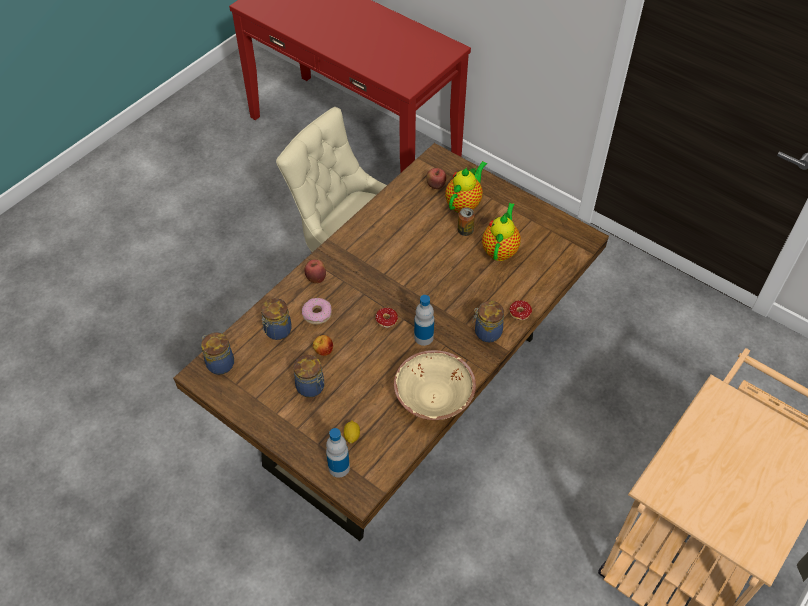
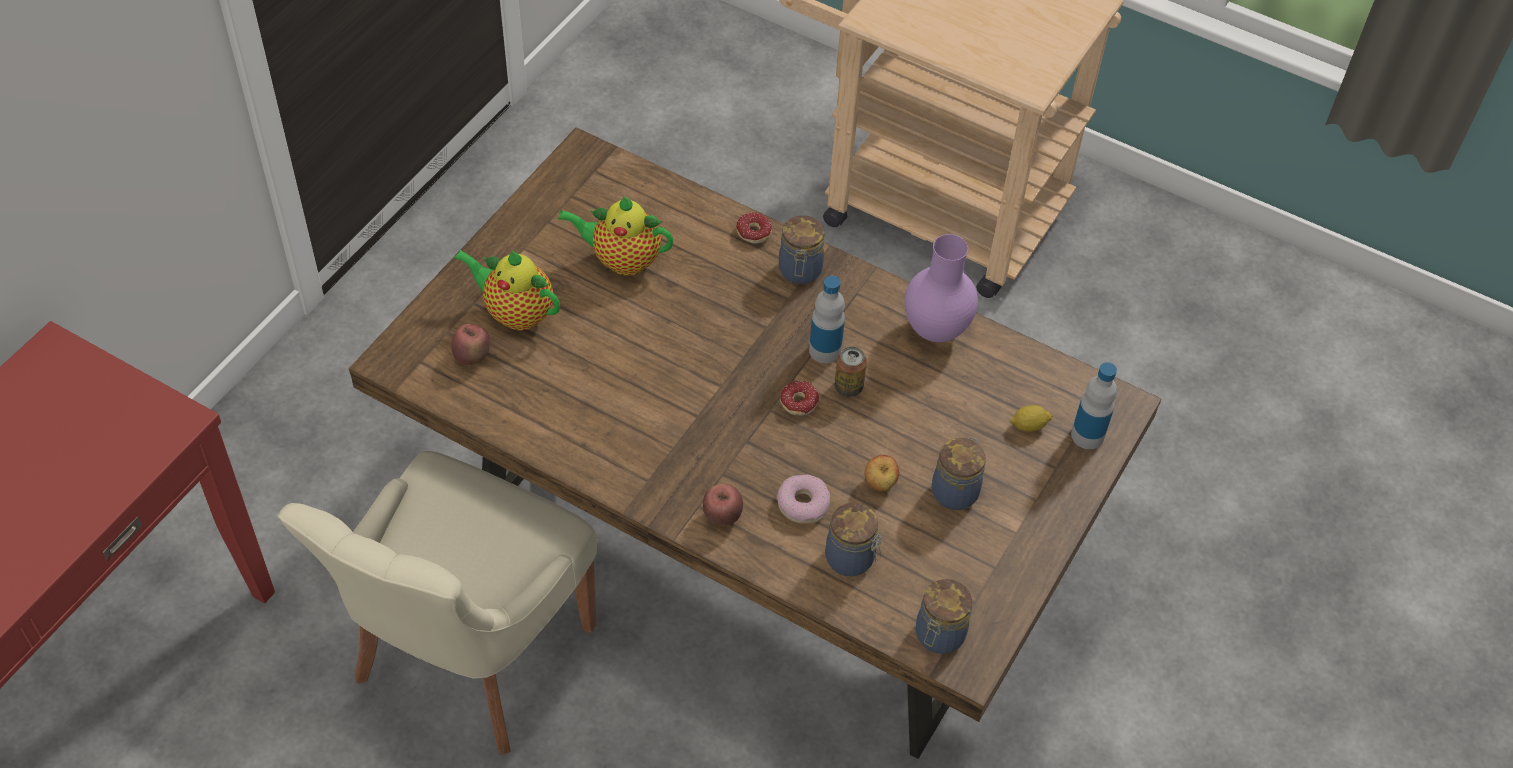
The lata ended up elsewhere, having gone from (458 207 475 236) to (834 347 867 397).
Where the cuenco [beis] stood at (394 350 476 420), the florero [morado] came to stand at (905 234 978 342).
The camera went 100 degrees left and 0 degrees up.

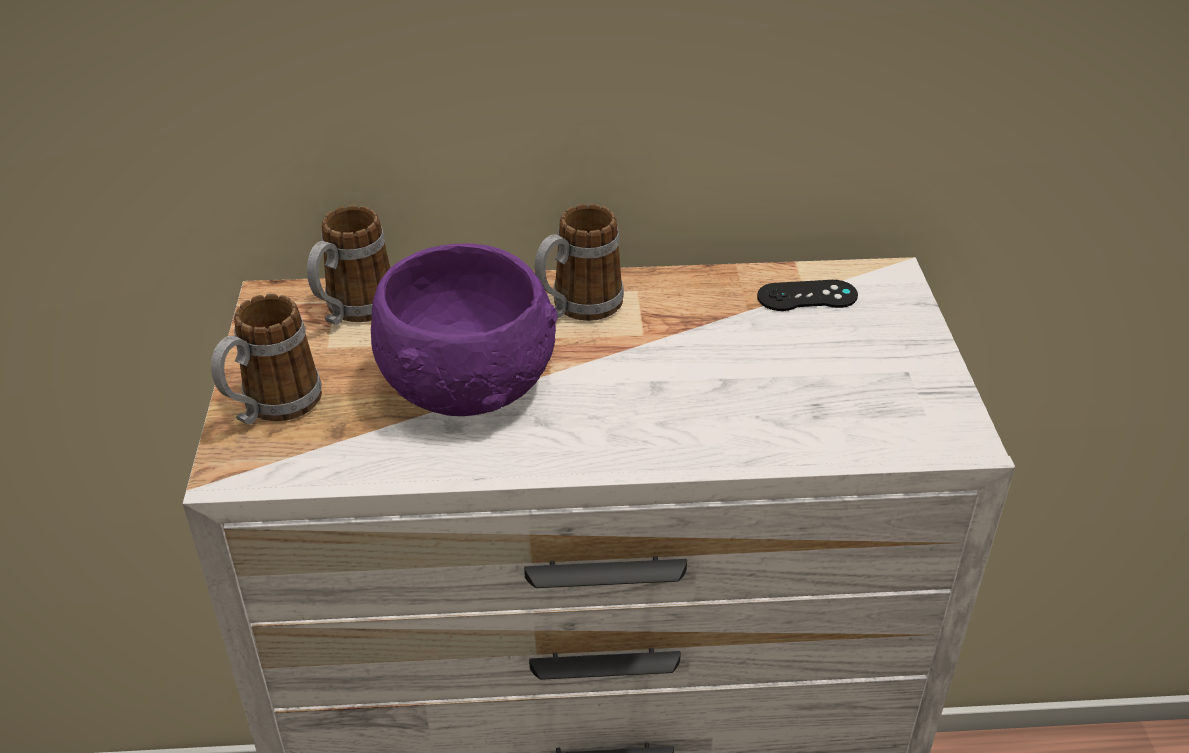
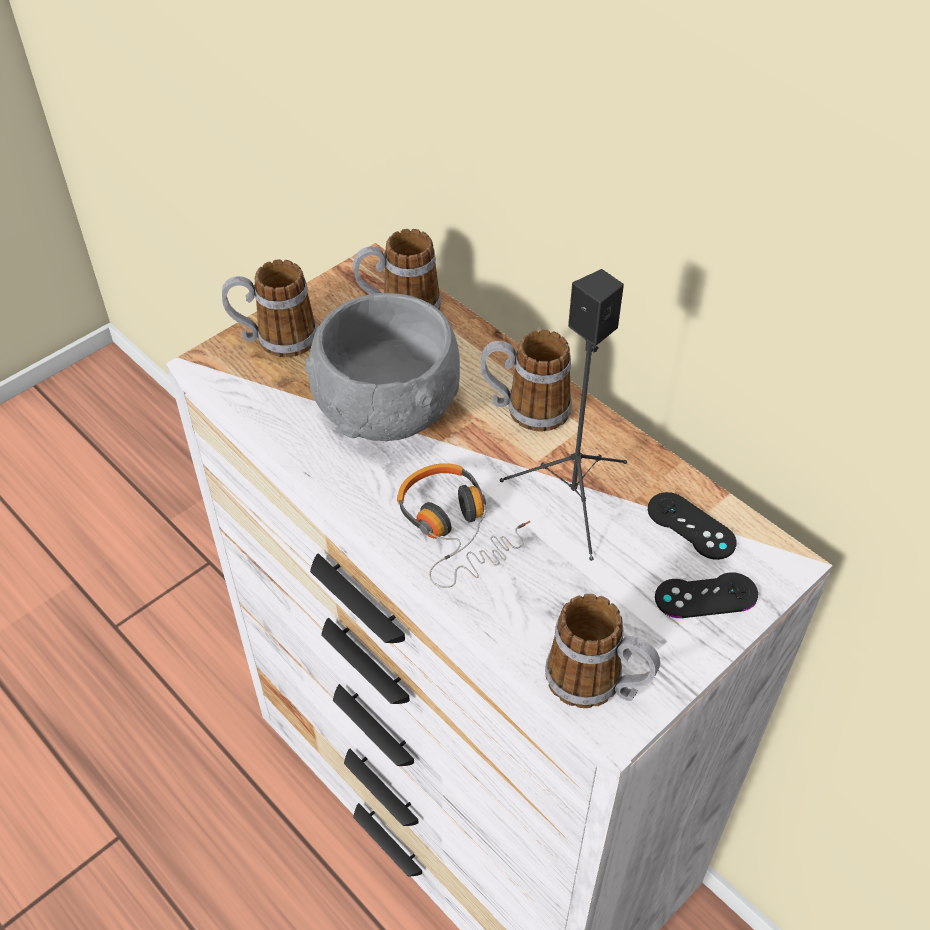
The second view gained the auriculares at (397 463 530 588).
The second view gained the altavoz [negro] at (500 269 627 561).
The second view gained the taza grande at (545 594 660 708).
The second view gained the mando de consola [negro] at (655 572 758 618).
What was the cuenco [morado] at (371 243 557 416) turned into the cuenco [gris] at (305 293 460 441).
The camera went 50 degrees right and 10 degrees up.

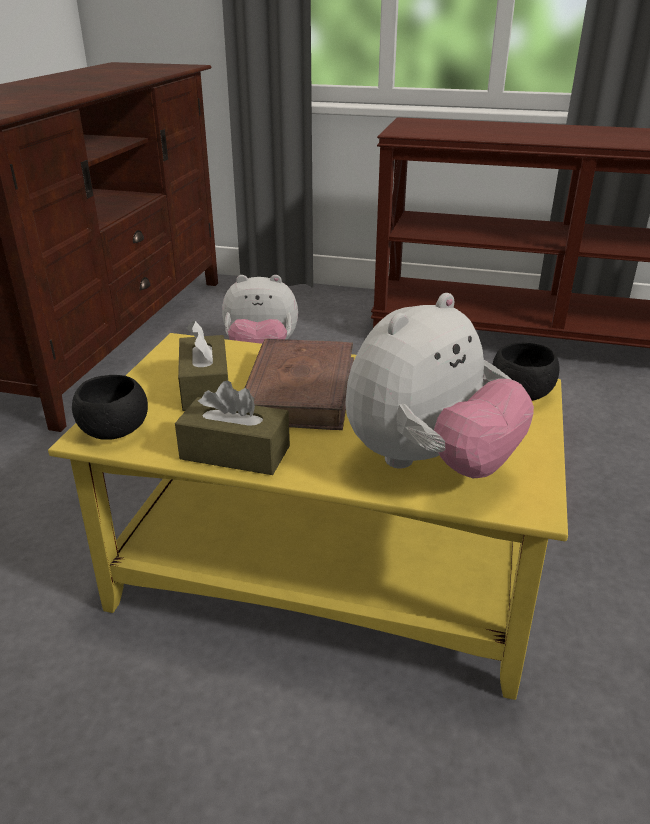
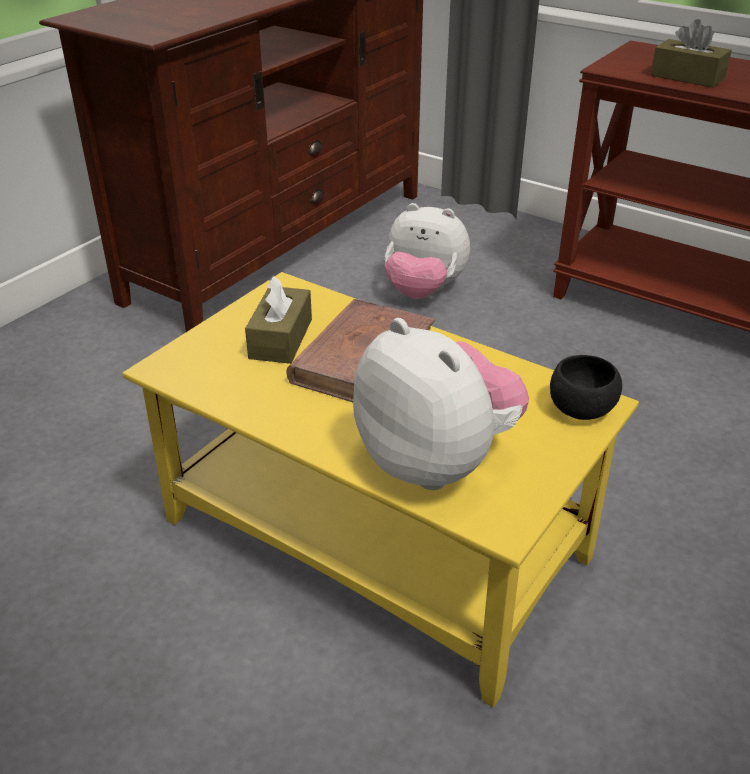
The second view lost the cuenco [negro] at (72 375 148 440).
The caja de pañuelos [marrón] ended up elsewhere, having gone from (175 381 290 475) to (650 19 732 88).
The peluche at (345 293 534 478) ended up facing another way, 105 degrees counterclockwise from before.
The camera went 20 degrees right and 5 degrees up.

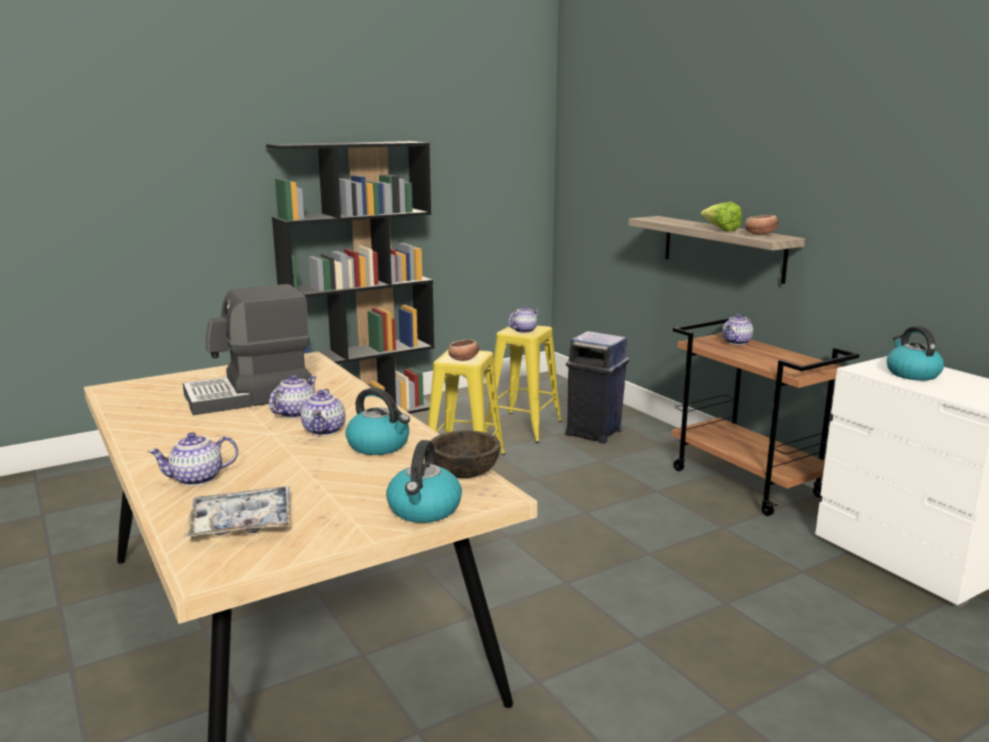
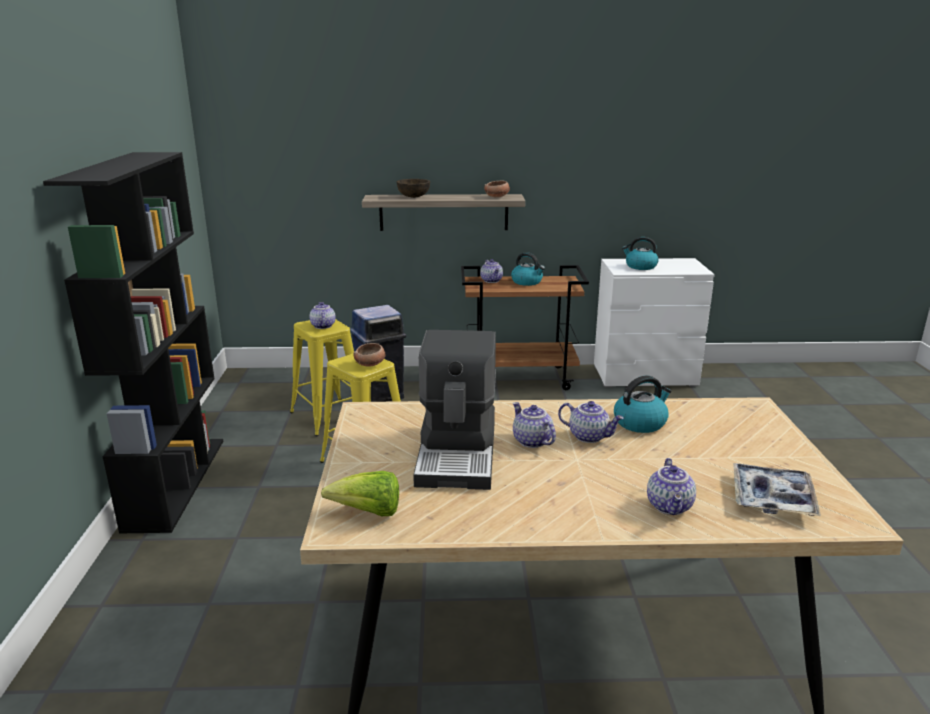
The hervidor ended up elsewhere, having gone from (386 440 462 523) to (511 252 545 286).
The cuenco [marrón] ended up elsewhere, having gone from (431 430 500 478) to (397 179 430 198).
The lechuga ended up elsewhere, having gone from (701 202 742 231) to (321 471 399 516).
The camera went 60 degrees left and 5 degrees up.

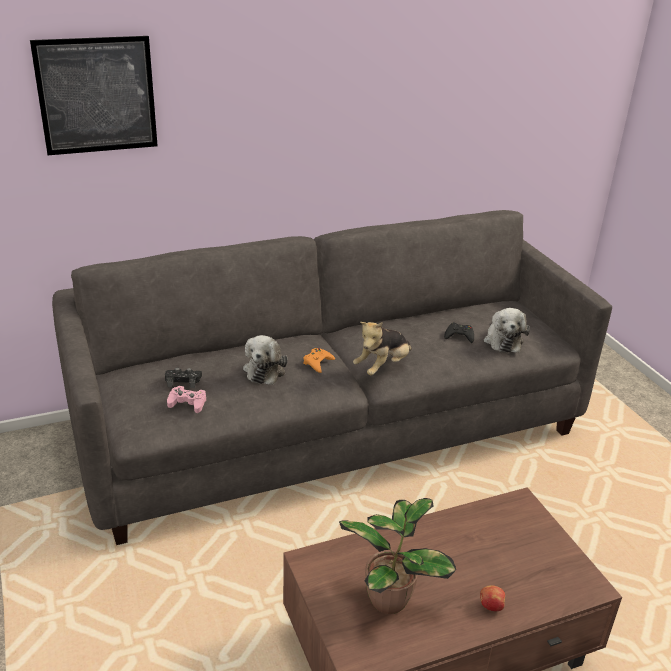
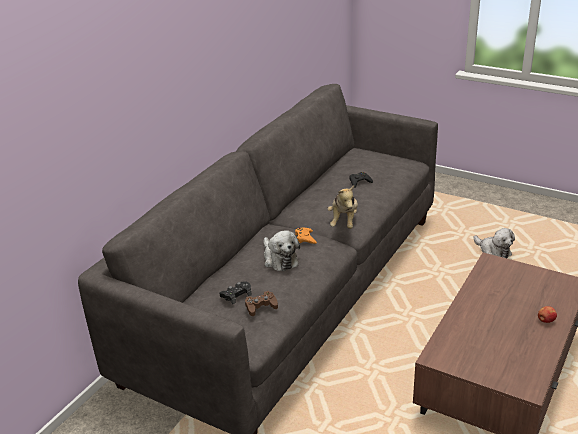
The second view lost the cuadro at (30 36 158 155).
The second view lost the planta en maceta at (339 498 456 614).
The peluche ended up elsewhere, having gone from (484 308 530 353) to (473 228 515 258).
What was the mando de consola [rosa] at (167 386 206 413) turned into the mando de consola [marrón] at (245 291 278 316).
The camera went 35 degrees left and 0 degrees up.

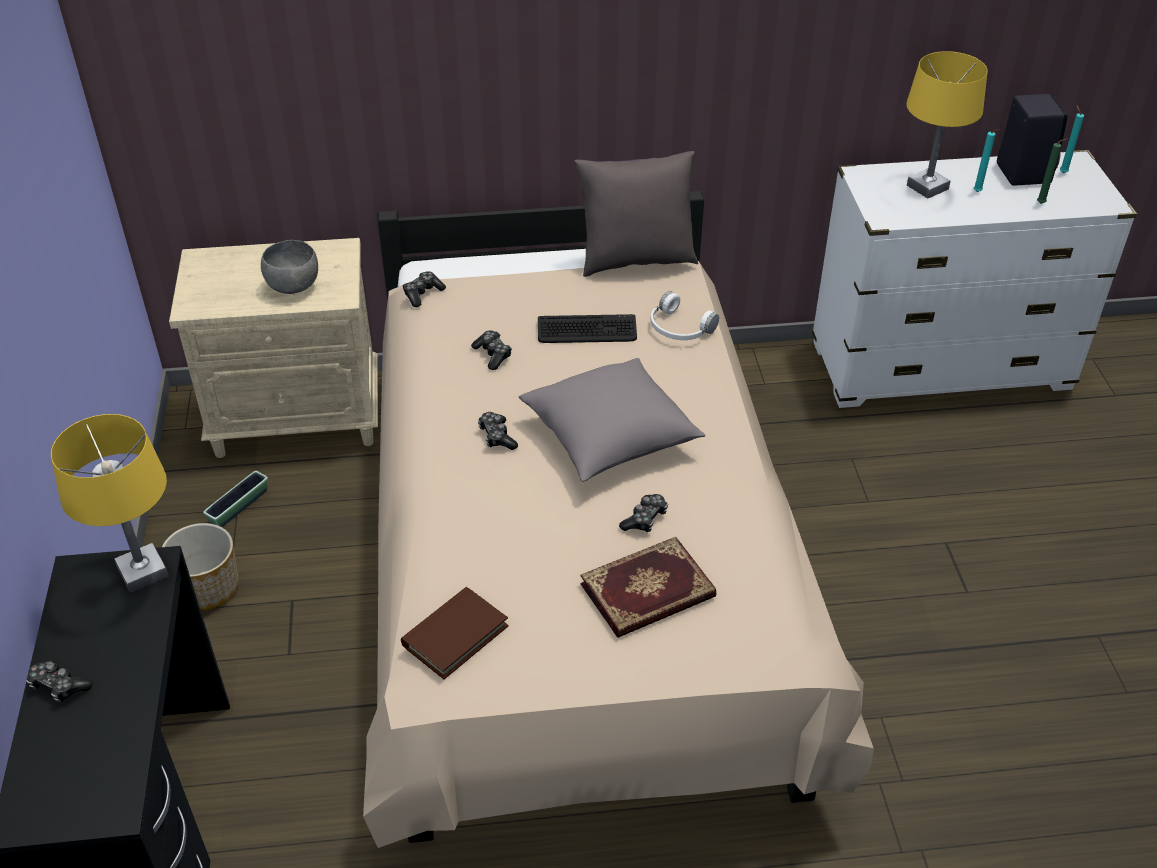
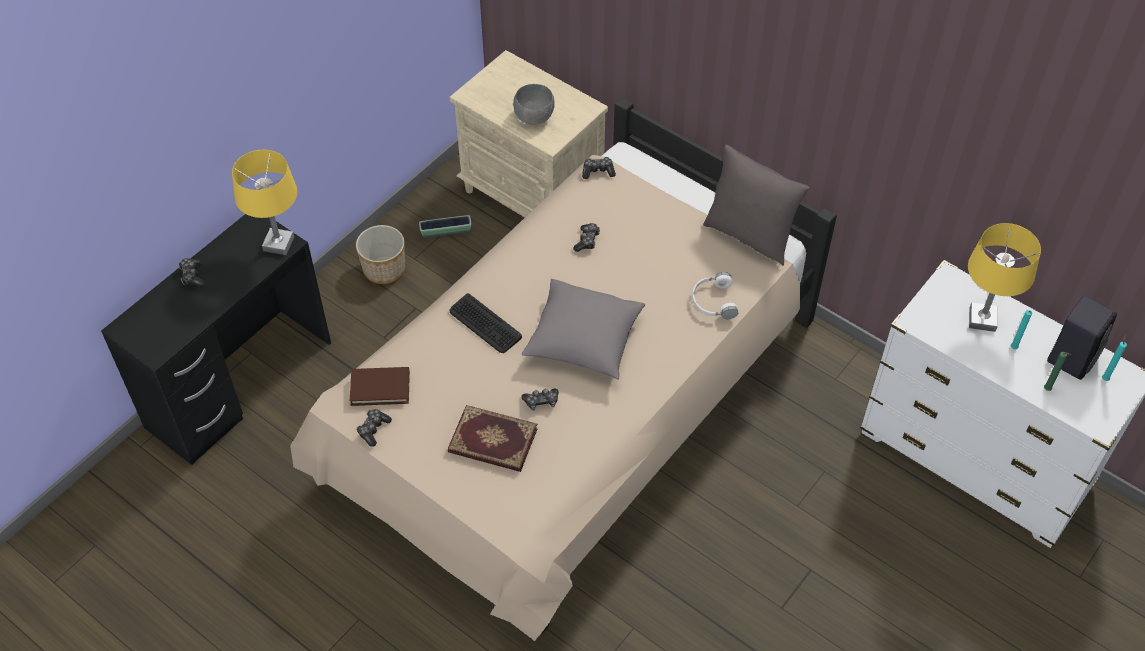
The mando de consola ended up elsewhere, having gone from (478 412 518 450) to (356 409 392 447).
The teclado ended up elsewhere, having gone from (538 314 637 343) to (450 293 522 353).
The camera went 45 degrees right and 10 degrees up.

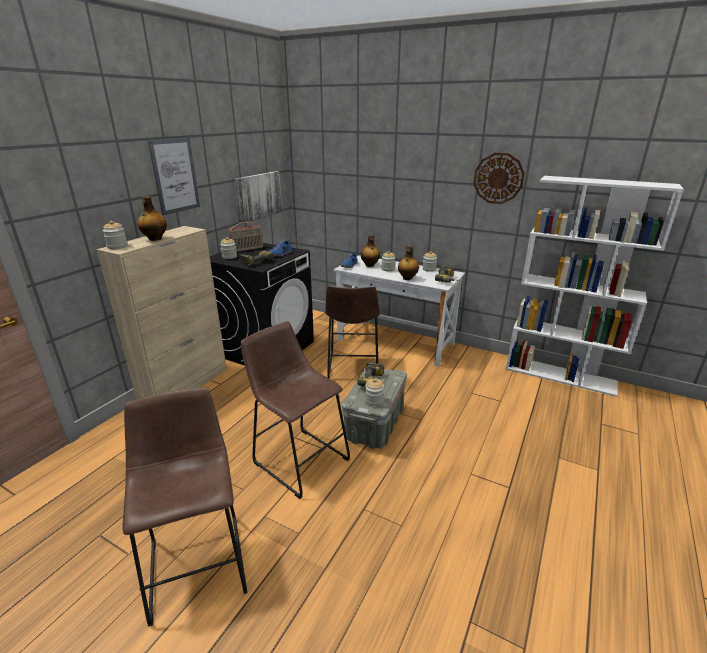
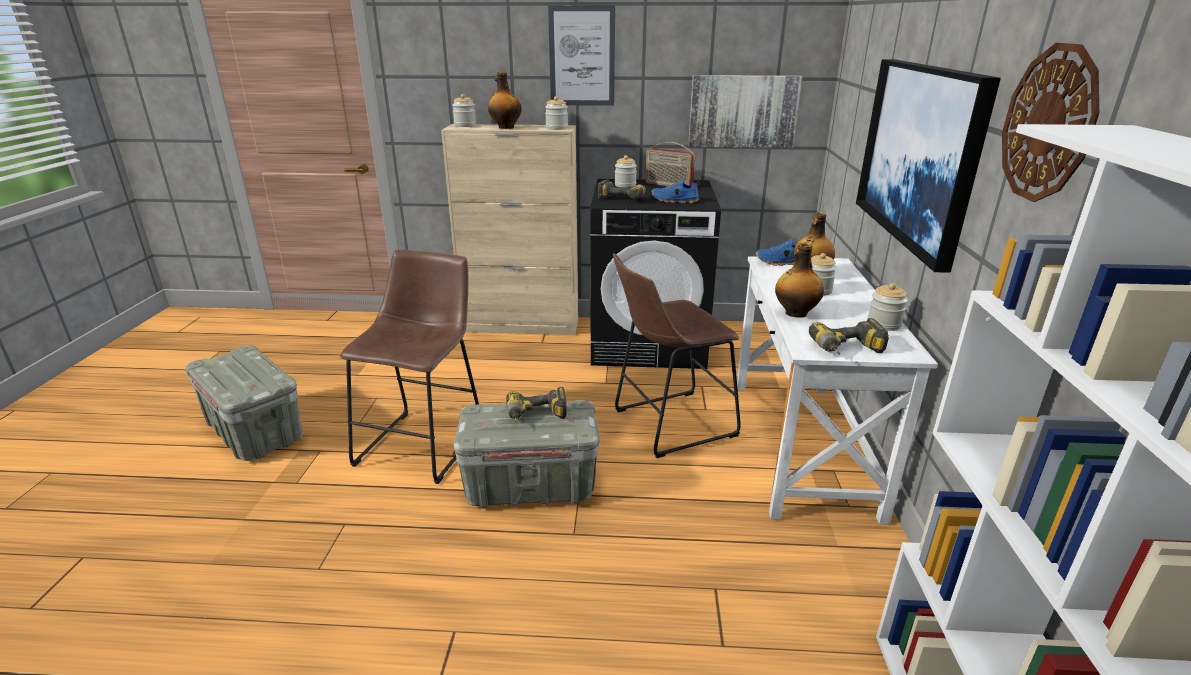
The second view gained the cuadro at (856 59 1001 273).
The tarro ended up elsewhere, having gone from (365 378 384 406) to (545 96 568 130).
Where the taburete [marrón] stood at (122 388 248 626), the caja de almacenaje [gris] came to stand at (185 345 303 461).
The camera went 65 degrees right and 0 degrees up.

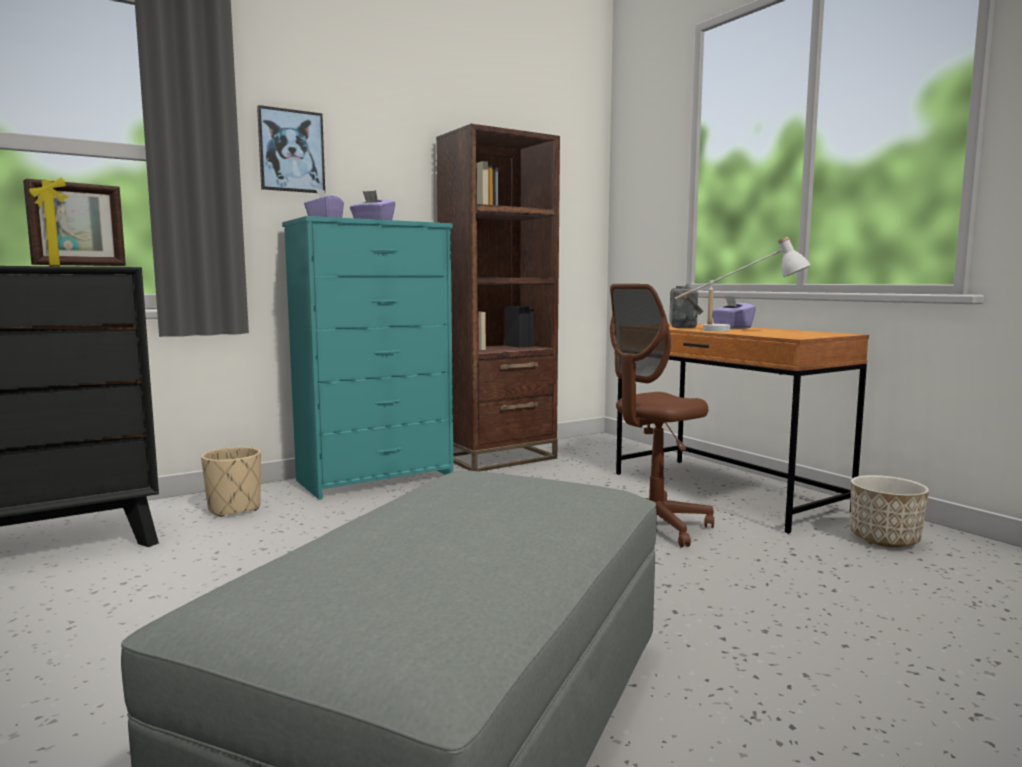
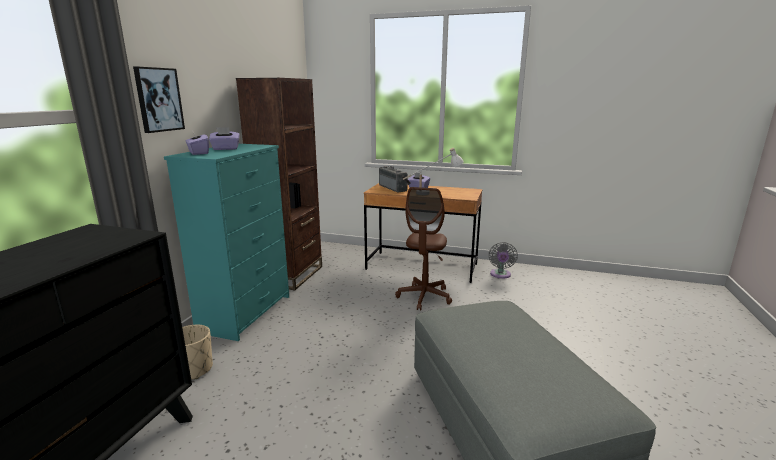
The second view lost the portarretratos at (23 178 126 266).
Where the maceta stood at (851 475 929 547), the ventilador [gris] came to stand at (489 242 518 279).
The camera went 40 degrees left and 10 degrees up.

